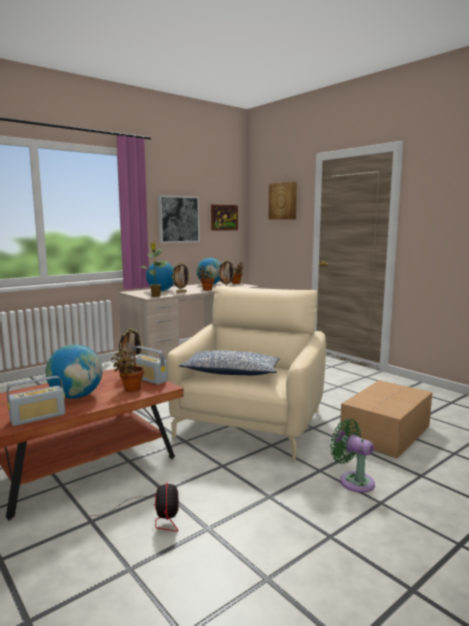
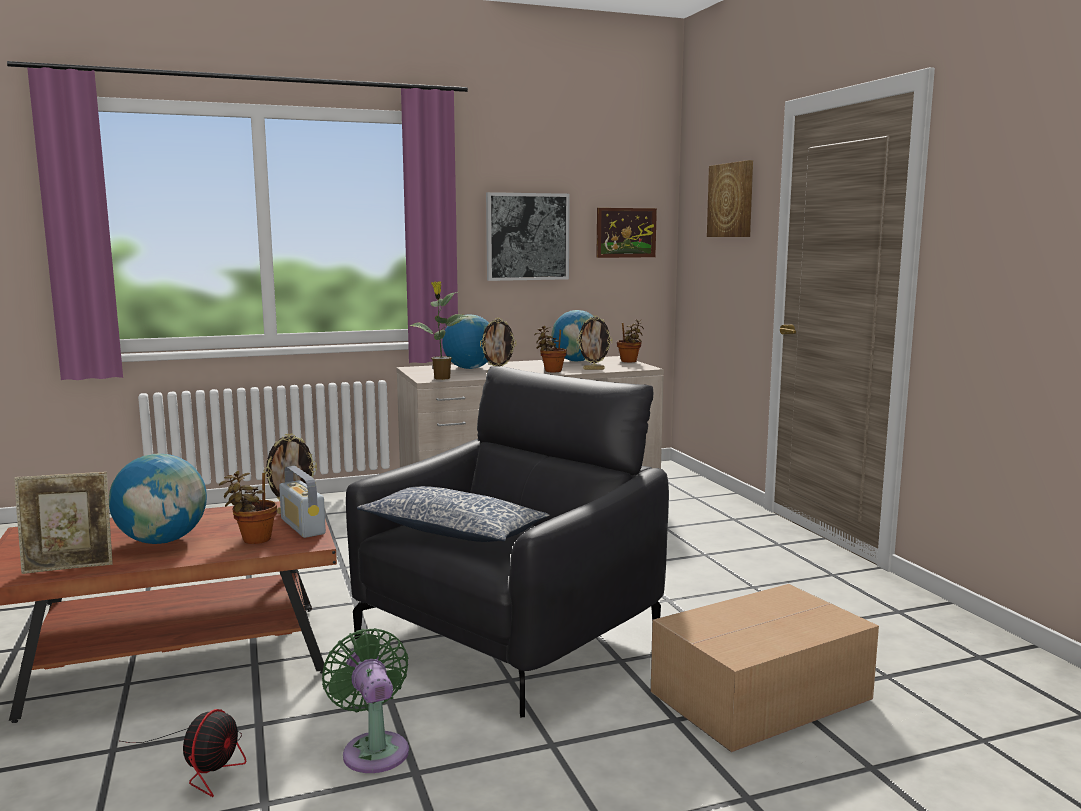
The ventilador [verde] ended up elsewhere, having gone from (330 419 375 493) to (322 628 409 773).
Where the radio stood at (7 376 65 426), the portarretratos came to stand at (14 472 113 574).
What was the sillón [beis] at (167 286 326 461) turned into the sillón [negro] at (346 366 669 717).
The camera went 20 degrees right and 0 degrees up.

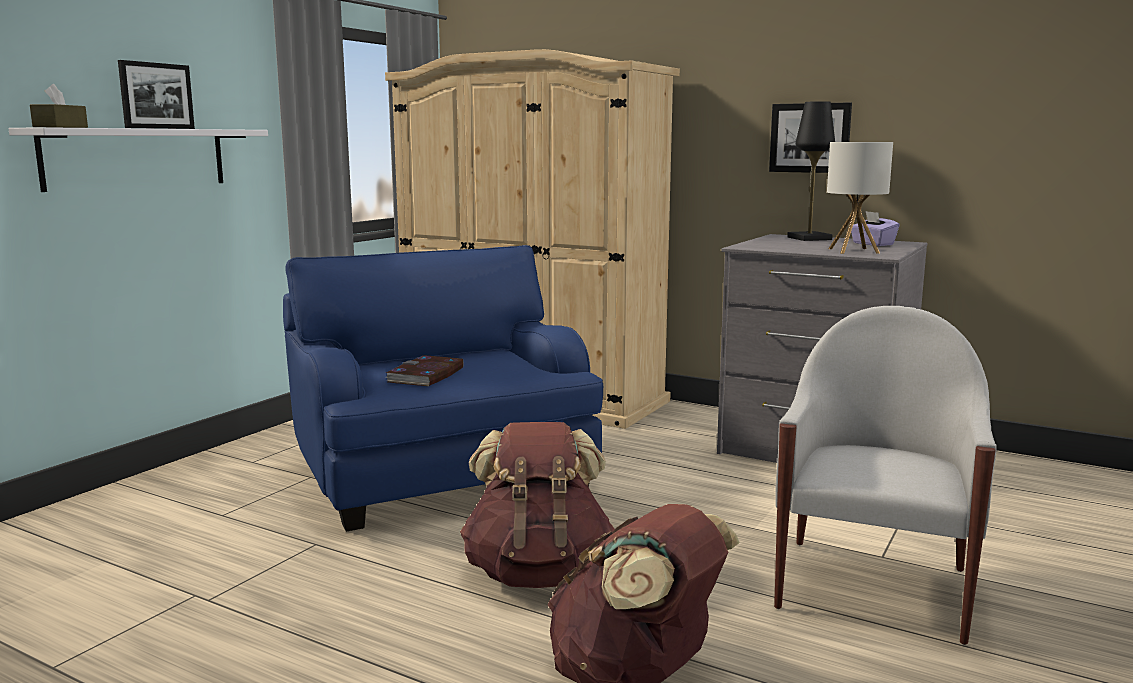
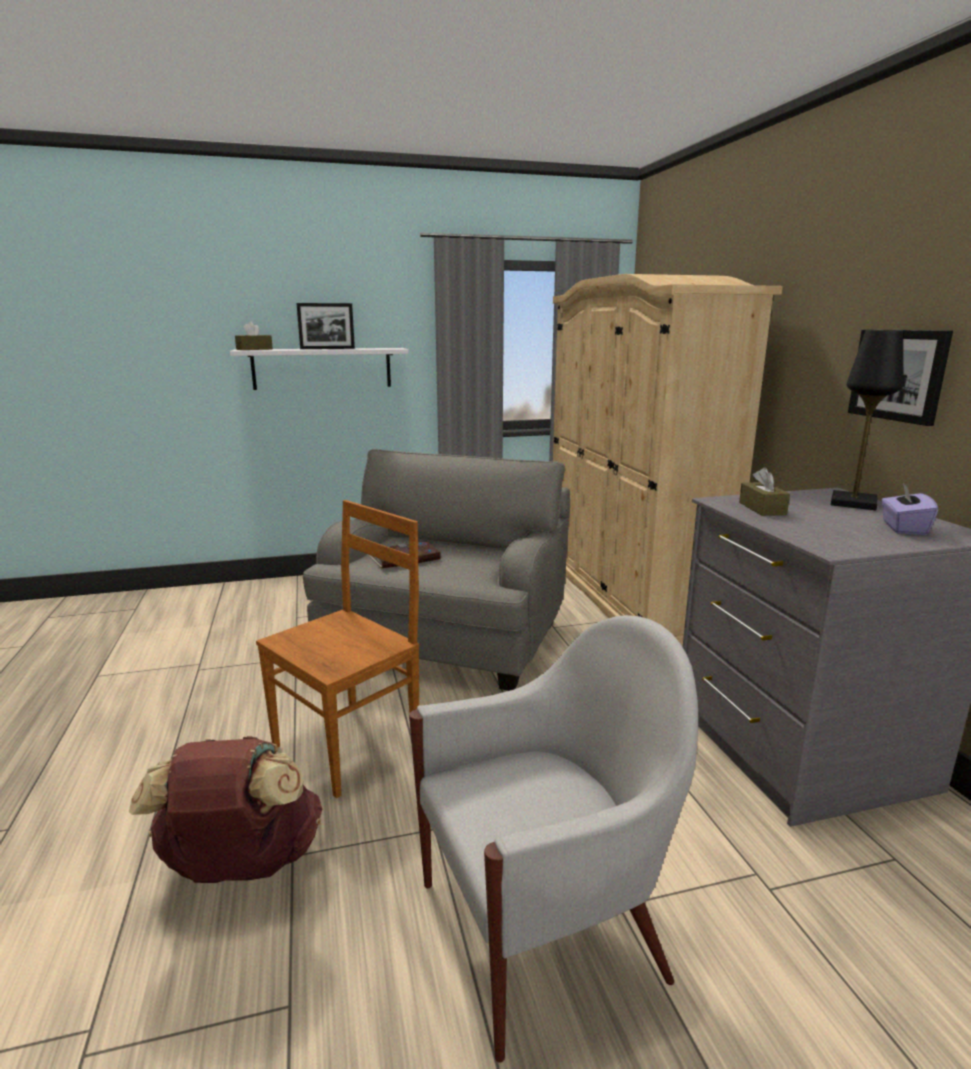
The second view lost the lámpara de mesa at (827 142 893 254).
The second view gained the caja de pañuelos [marrón] at (739 467 790 516).
Where the mochila [marrón] stood at (460 422 615 588), the silla [marrón] came to stand at (256 500 419 798).
What was the sillón [azul] at (283 245 603 532) turned into the sillón [gris] at (303 449 570 691).
The camera went 45 degrees right and 5 degrees up.

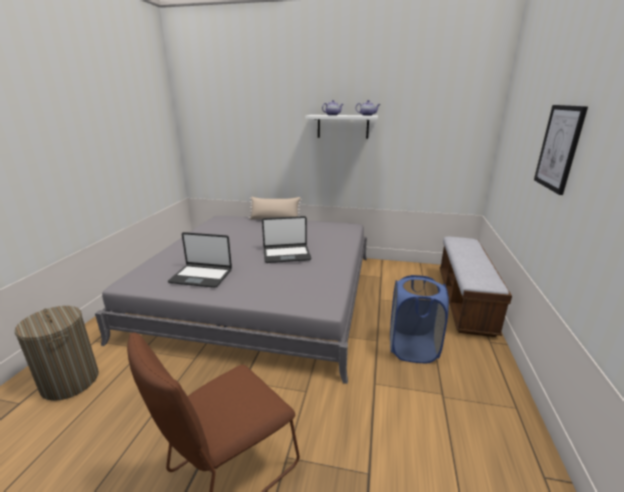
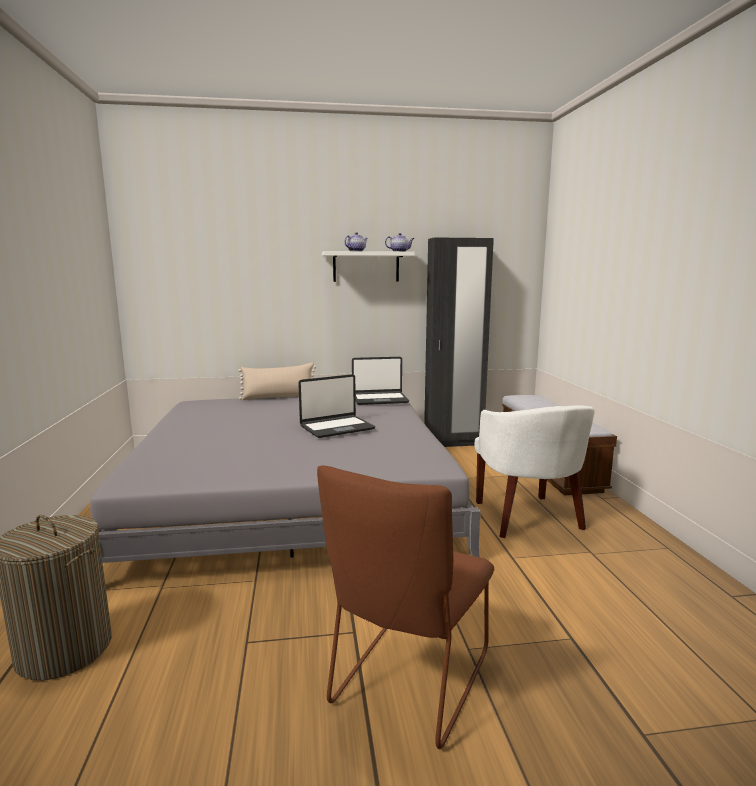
The second view lost the cuadro at (534 105 588 195).
The second view gained the armario ropero [negro] at (424 237 494 447).
The portátil ended up elsewhere, having gone from (168 232 232 288) to (352 357 409 405).
Where the cesto de la ropa [azul] stood at (390 275 449 363), the sillón [blanco] came to stand at (474 405 595 538).
The camera went 20 degrees left and 10 degrees down.

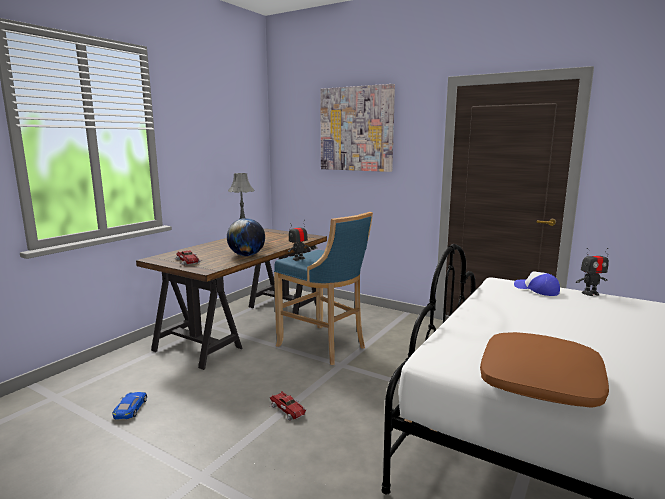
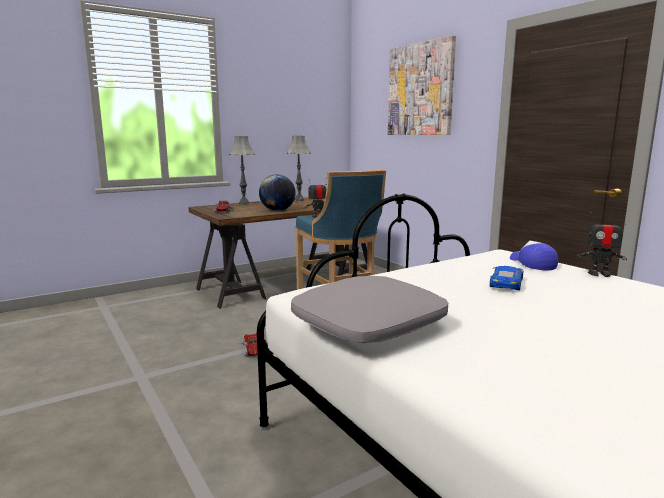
The second view gained the lámpara de mesa [gris] at (228 136 255 205).
The coche de juguete [azul] ended up elsewhere, having gone from (112 392 147 419) to (490 266 524 290).
What was the cojín [marrón] at (480 332 609 408) turned into the cojín [gris] at (291 276 448 343).
The camera went 25 degrees right and 0 degrees up.

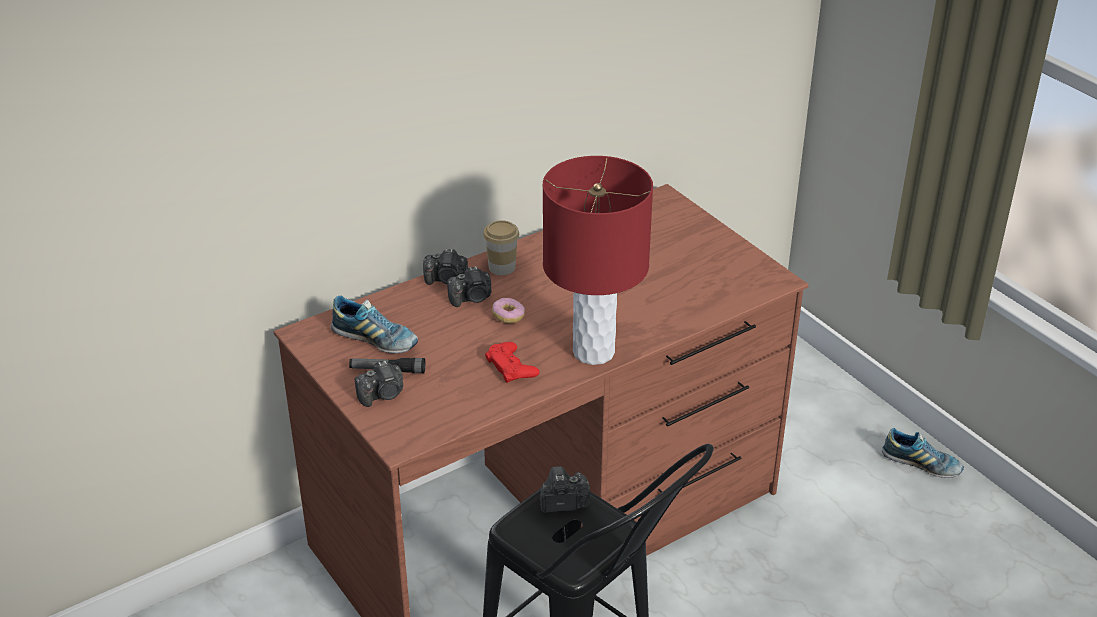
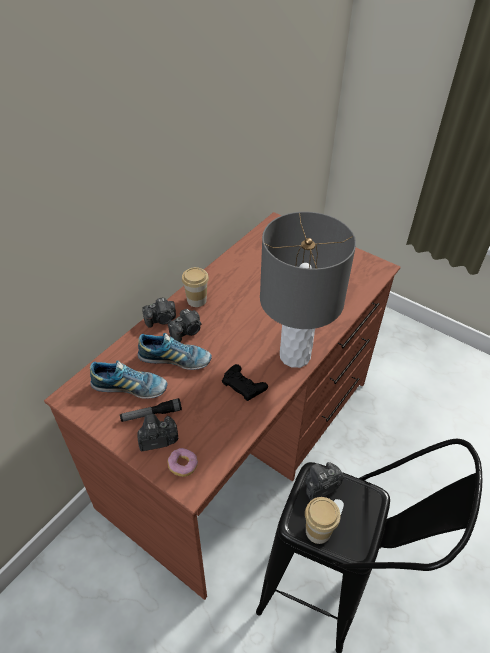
The second view gained the taza at (305 497 341 544).
The rosquilla ended up elsewhere, having gone from (492 298 525 324) to (167 448 198 477).
The zapato ended up elsewhere, having gone from (882 428 964 478) to (138 333 212 370).
What was the mando de consola [rojo] at (485 342 539 383) turned into the mando de consola [negro] at (222 364 268 401).
What was the lámpara de mesa [rojo] at (543 156 653 365) turned into the lámpara de mesa [gris] at (260 212 356 368).
The cámara at (355 361 403 407) ended up facing another way, 150 degrees counterclockwise from before.
The camera went 20 degrees left and 10 degrees up.

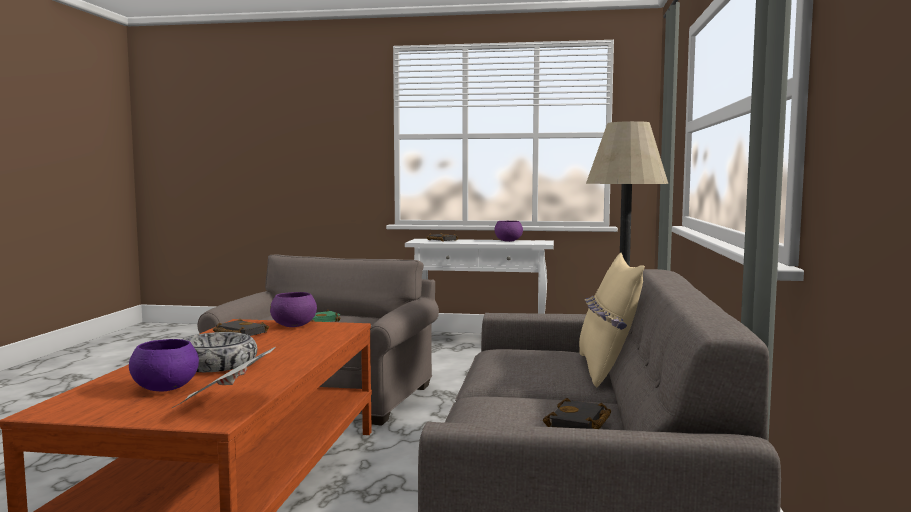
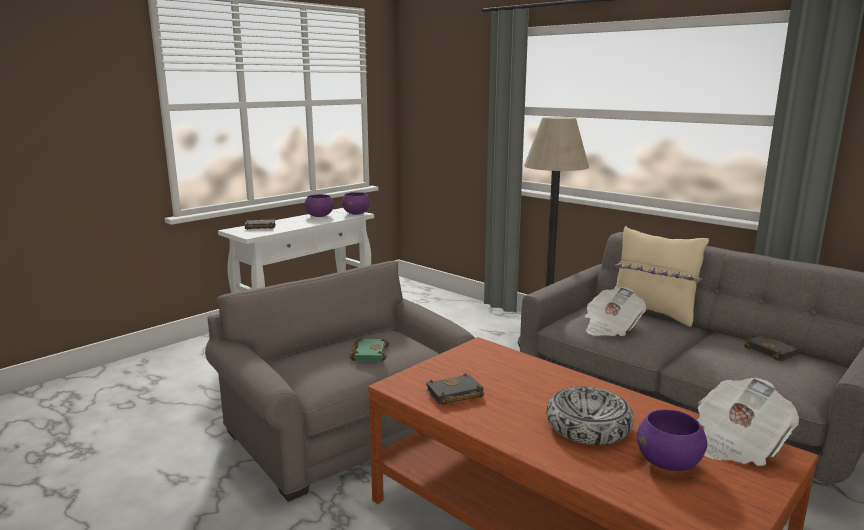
The second view gained the periódico at (585 287 646 336).
The cuenco [morado] ended up elsewhere, having gone from (270 292 317 327) to (342 192 370 215).
The camera went 55 degrees left and 10 degrees up.

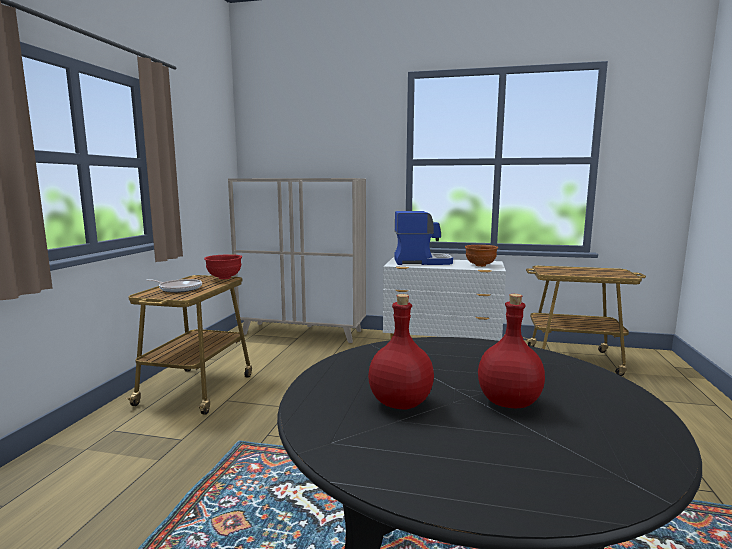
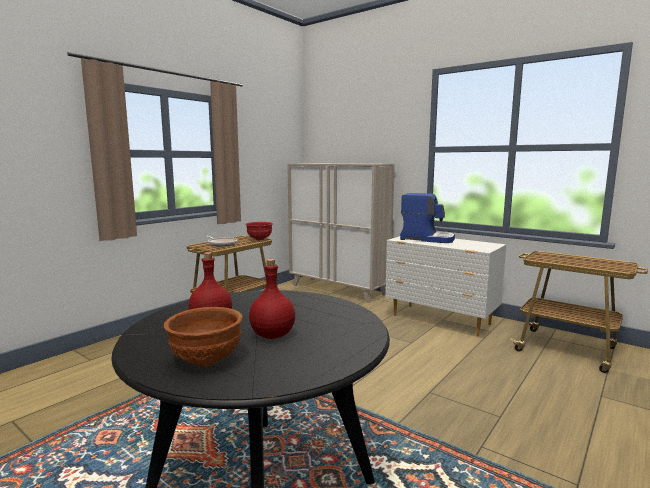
The cuenco [marrón] ended up elsewhere, having gone from (465 245 498 267) to (164 307 242 366).
The camera went 25 degrees right and 0 degrees up.

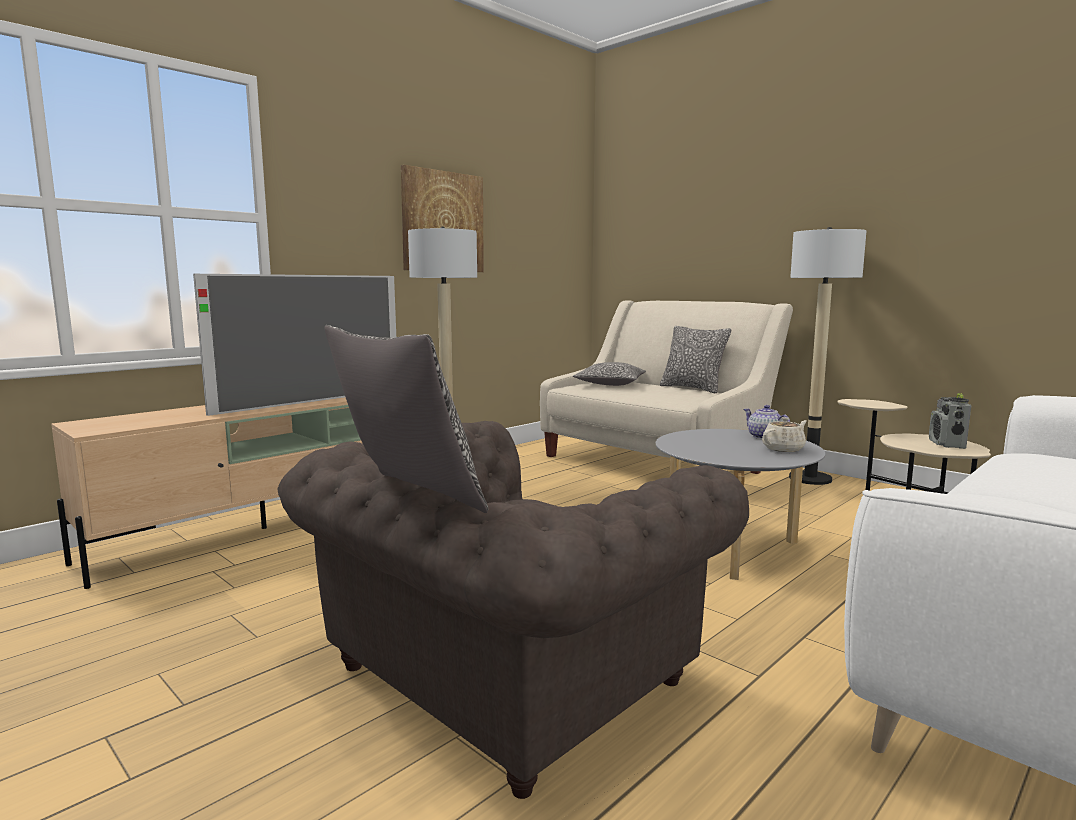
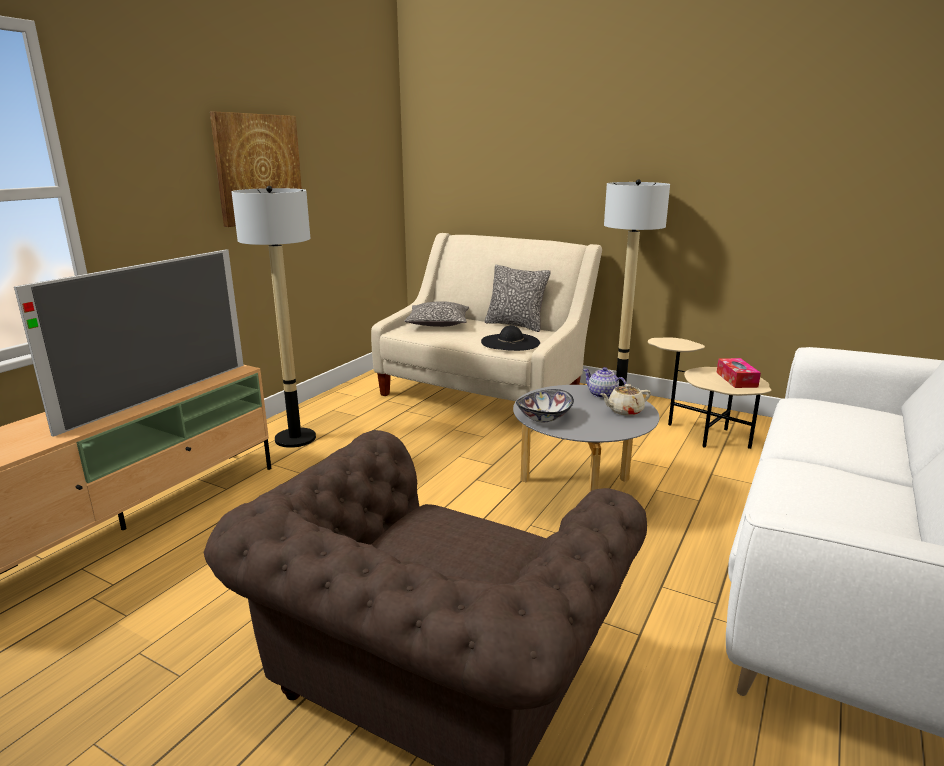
The second view lost the cojín at (324 325 488 513).
The second view gained the sombrero [negro] at (481 325 540 351).
The second view gained the cuenco at (516 389 574 422).
Where the radio stood at (929 393 971 449), the caja de pañuelos came to stand at (717 358 761 388).
The tetera [beis] at (762 417 807 452) ended up facing another way, 150 degrees counterclockwise from before.
The camera went 15 degrees left and 10 degrees up.

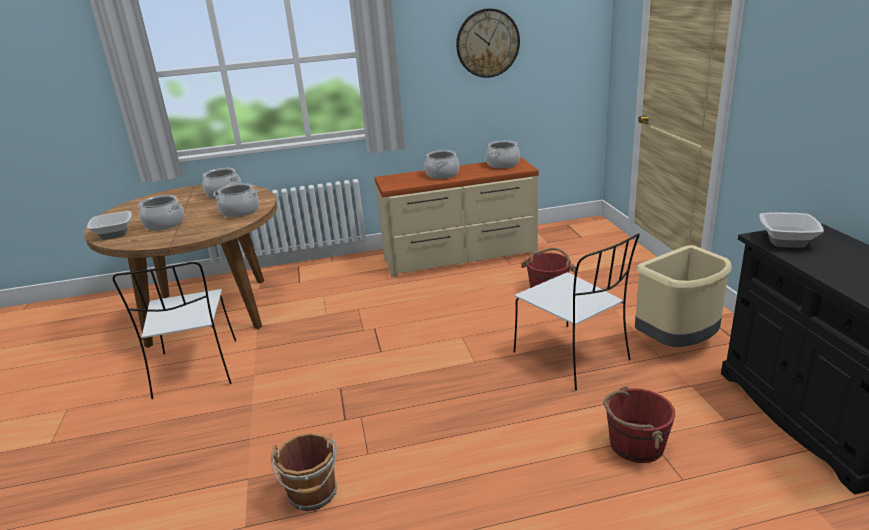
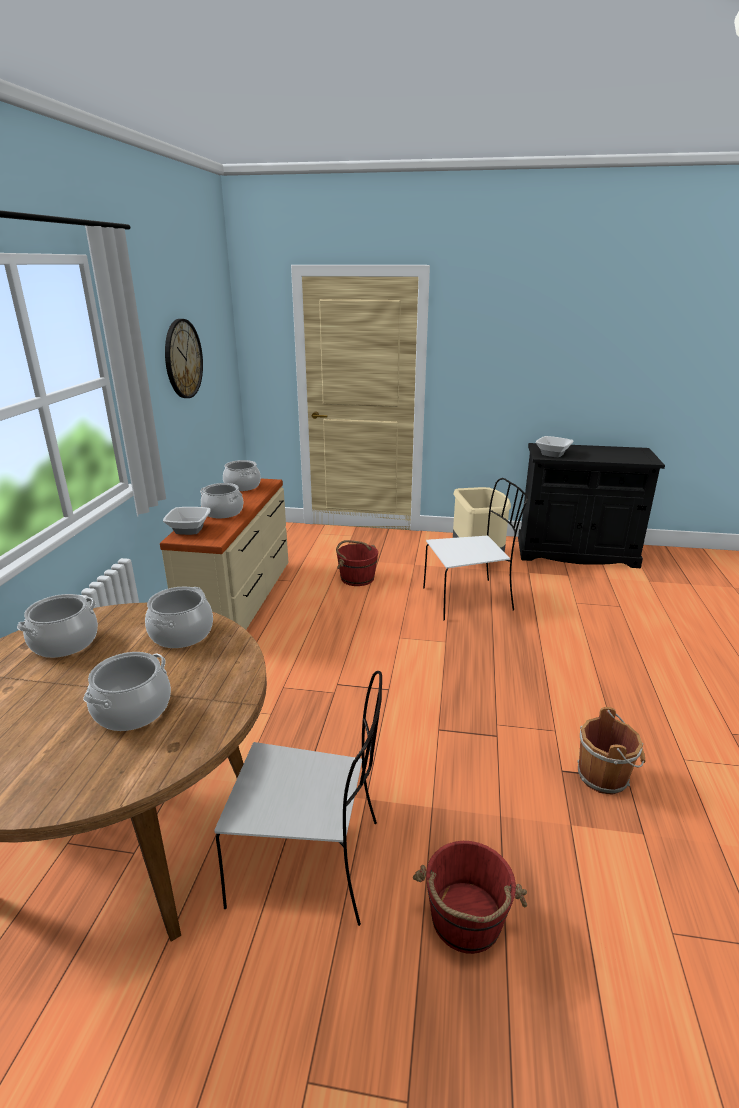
The cuenco ended up elsewhere, having gone from (87 211 132 240) to (163 507 211 535).
The cubo [rojo] ended up elsewhere, having gone from (603 386 675 463) to (413 841 527 954).
The camera went 70 degrees left and 0 degrees up.

